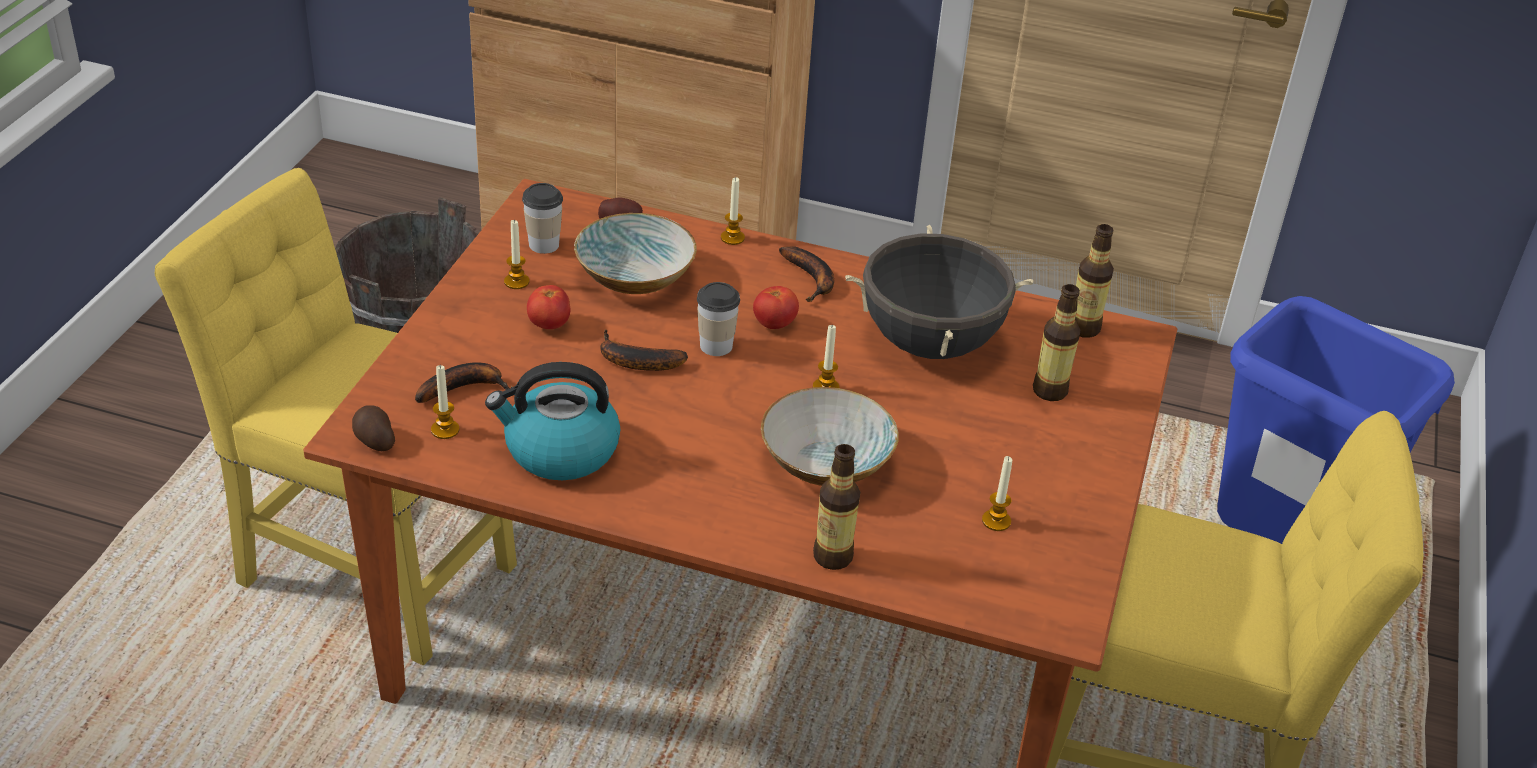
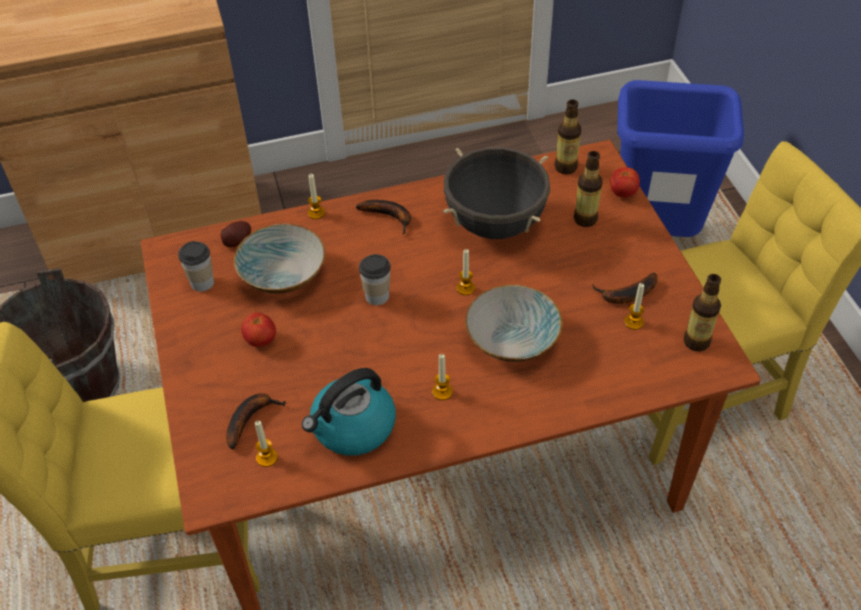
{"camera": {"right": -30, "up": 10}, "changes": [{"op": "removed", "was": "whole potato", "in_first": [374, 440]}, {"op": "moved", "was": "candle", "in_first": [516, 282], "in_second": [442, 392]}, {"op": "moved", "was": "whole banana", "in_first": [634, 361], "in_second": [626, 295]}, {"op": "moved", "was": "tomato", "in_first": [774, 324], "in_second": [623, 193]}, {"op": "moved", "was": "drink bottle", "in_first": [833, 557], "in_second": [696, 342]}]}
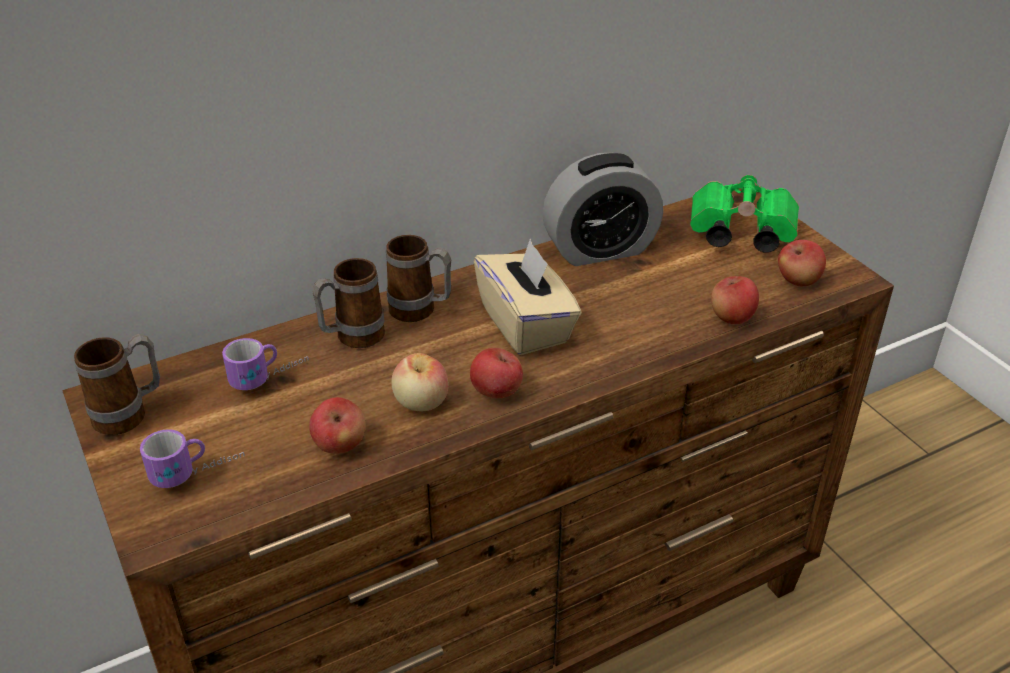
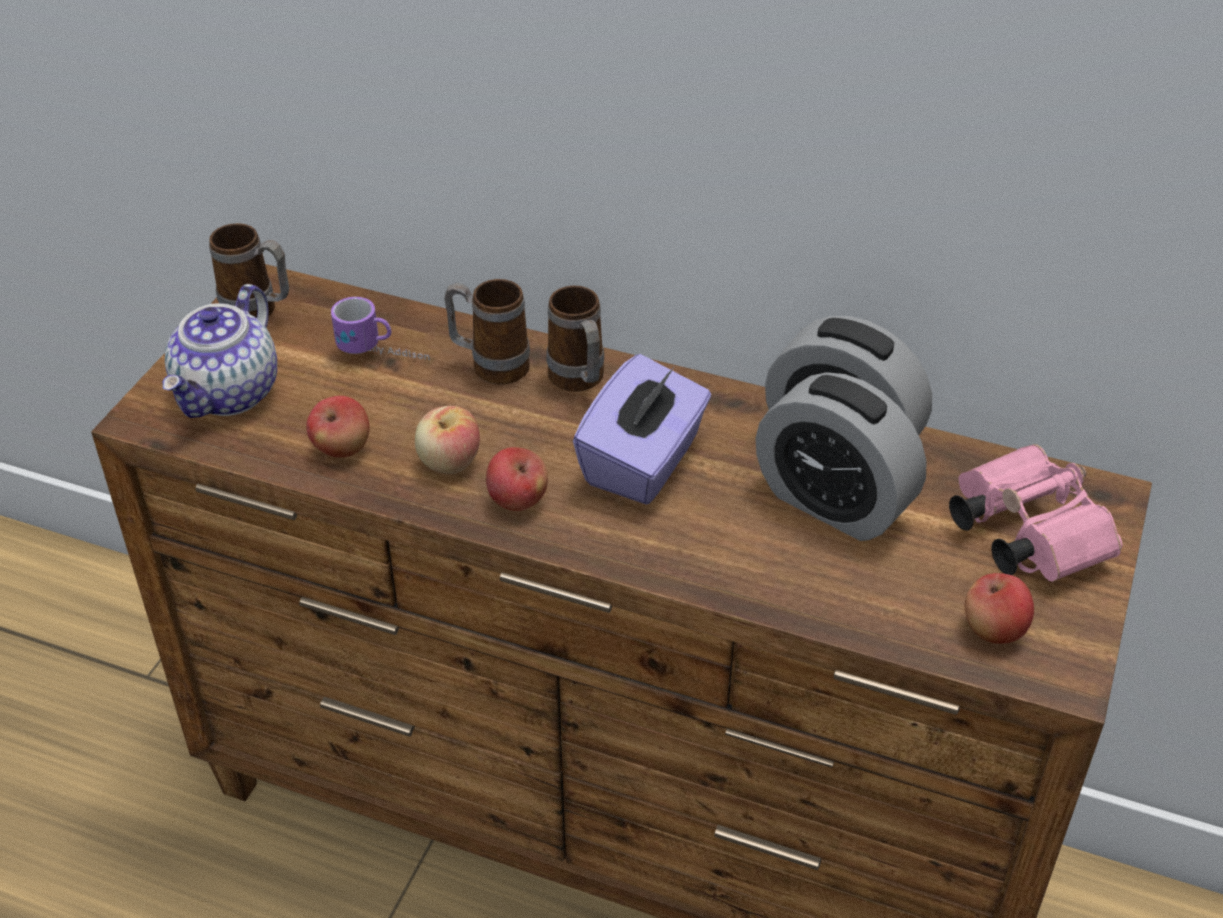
{"camera": {"right": 50, "up": 5}, "changes": [{"op": "replaced", "was": "mug", "now": "teapot", "in_first": [199, 474], "in_second": [229, 394]}, {"op": "recoloured", "was": "beige-coloured tissue box", "now": "purple-coloured tissue box", "in_first": [526, 325], "in_second": [643, 462]}, {"op": "recoloured", "was": "green pair of binoculars", "now": "pink-coloured pair of binoculars", "in_first": [738, 234], "in_second": [1022, 533]}, {"op": "removed", "was": "apple", "in_first": [732, 317]}, {"op": "added", "now": "alarm clock", "in_second": [833, 503]}]}
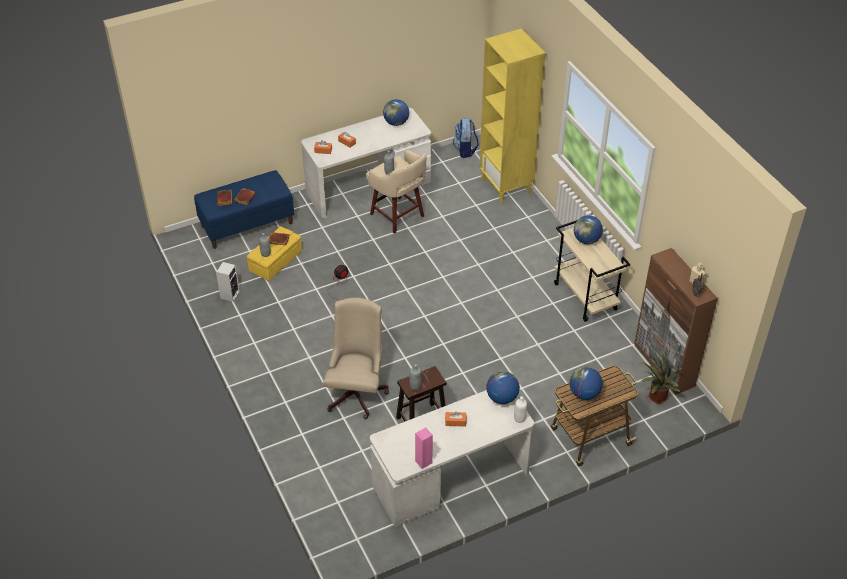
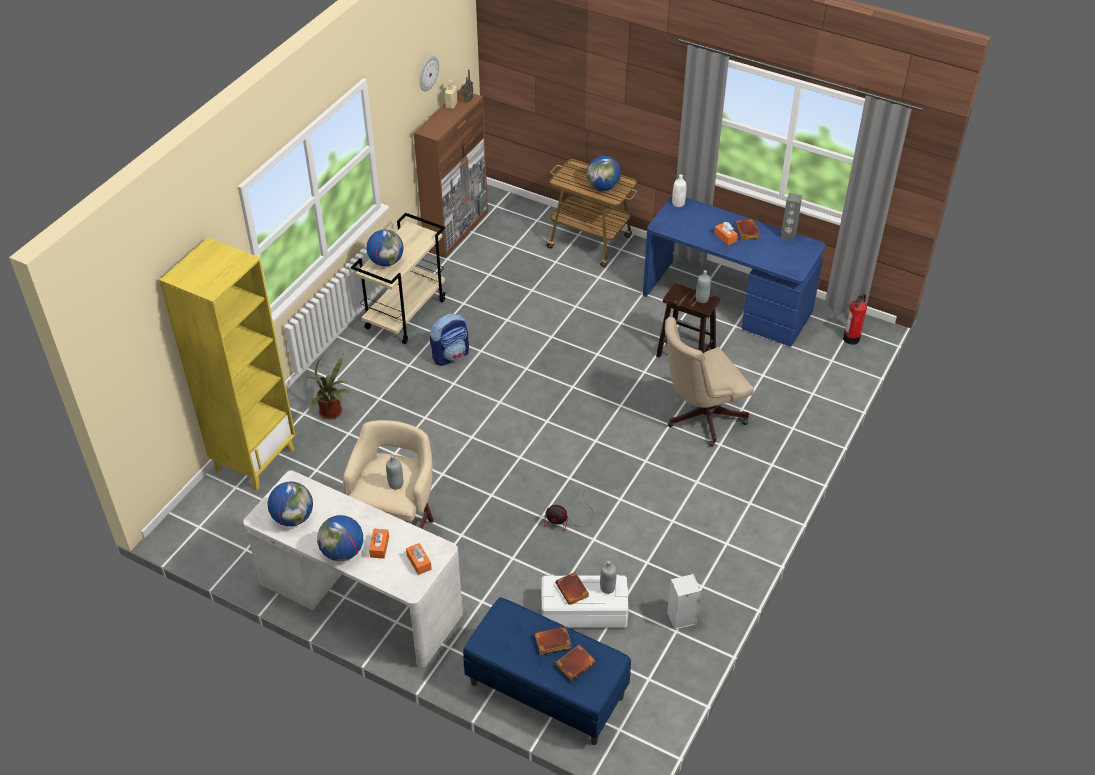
{"camera": {"right": -125, "up": 0}, "changes": [{"op": "recoloured", "was": "yellow storage box", "now": "white-coloured storage box", "in_first": [275, 260], "in_second": [583, 612]}, {"op": "recoloured", "was": "white-coloured desk table", "now": "bluish desk table", "in_first": [451, 479], "in_second": [727, 302]}, {"op": "recoloured", "was": "pink-coloured audio speaker", "now": "greyish audio speaker", "in_first": [423, 462], "in_second": [788, 236]}, {"op": "moved", "was": "backpack", "in_first": [465, 150], "in_second": [451, 355]}, {"op": "moved", "was": "desk globe", "in_first": [502, 398], "in_second": [342, 552]}, {"op": "moved", "was": "potted plant", "in_first": [656, 398], "in_second": [333, 413]}, {"op": "added", "now": "hanging clock", "in_second": [428, 73]}, {"op": "added", "now": "brown-coloured bound book", "in_second": [746, 231]}, {"op": "added", "now": "extinguisher", "in_second": [851, 338]}]}
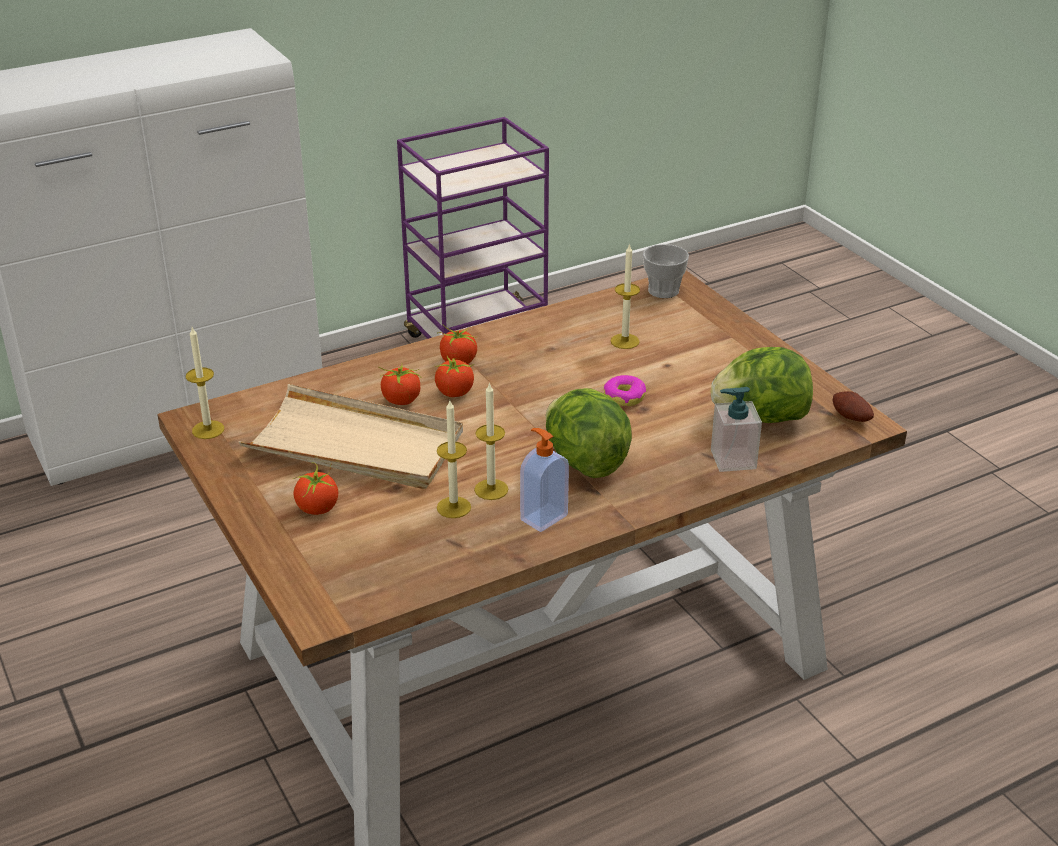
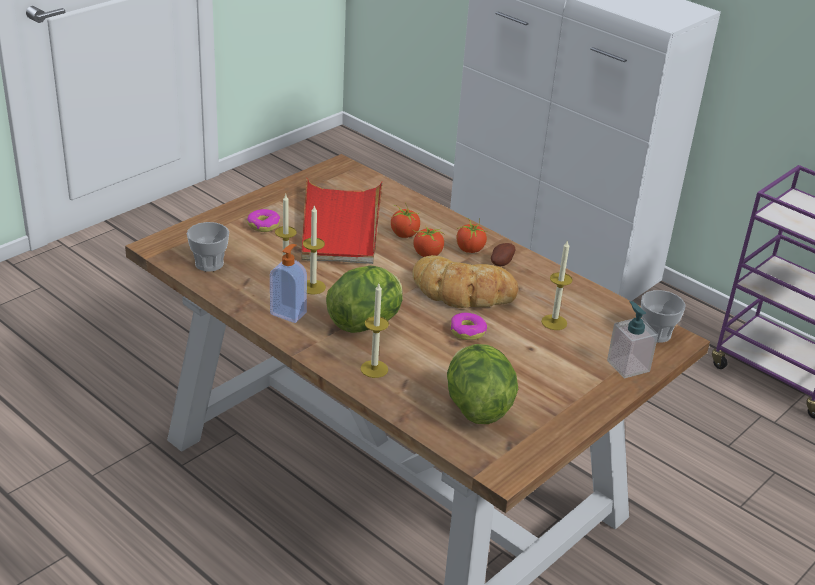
{"camera": {"right": 70, "up": 0}, "changes": [{"op": "moved", "was": "candle", "in_first": [208, 430], "in_second": [374, 369]}, {"op": "recoloured", "was": "beige-coloured serving tray", "now": "red-coloured serving tray", "in_first": [355, 445], "in_second": [340, 226]}, {"op": "replaced", "was": "tomato", "now": "doughnut", "in_first": [317, 508], "in_second": [264, 225]}, {"op": "moved", "was": "liquid soap bottle", "in_first": [733, 459], "in_second": [628, 366]}, {"op": "moved", "was": "whole potato", "in_first": [850, 418], "in_second": [501, 262]}, {"op": "added", "now": "small cup", "in_second": [209, 264]}, {"op": "added", "now": "baked bread", "in_second": [462, 291]}]}
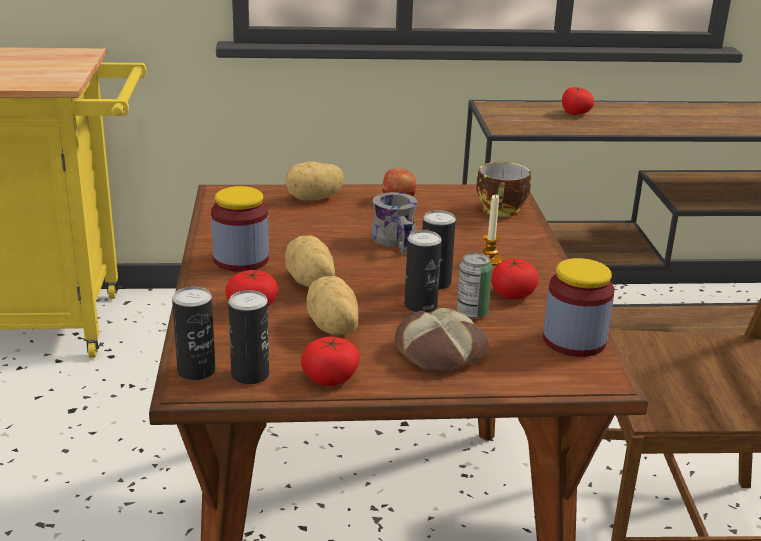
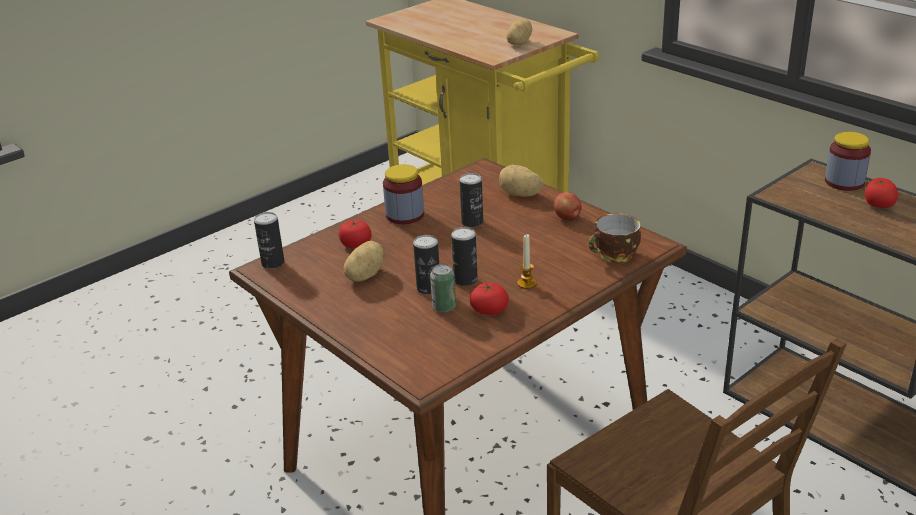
{"camera": {"right": 55, "up": 5}, "changes": [{"op": "moved", "was": "sealed can", "in_first": [250, 375], "in_second": [472, 222]}, {"op": "moved", "was": "whole potato", "in_first": [309, 283], "in_second": [518, 43]}, {"op": "removed", "was": "tomato", "in_first": [330, 378]}, {"op": "removed", "was": "greyish mug", "in_first": [399, 241]}, {"op": "removed", "was": "baked bread", "in_first": [441, 352]}, {"op": "moved", "was": "preserve jar", "in_first": [574, 341], "in_second": [844, 182]}]}
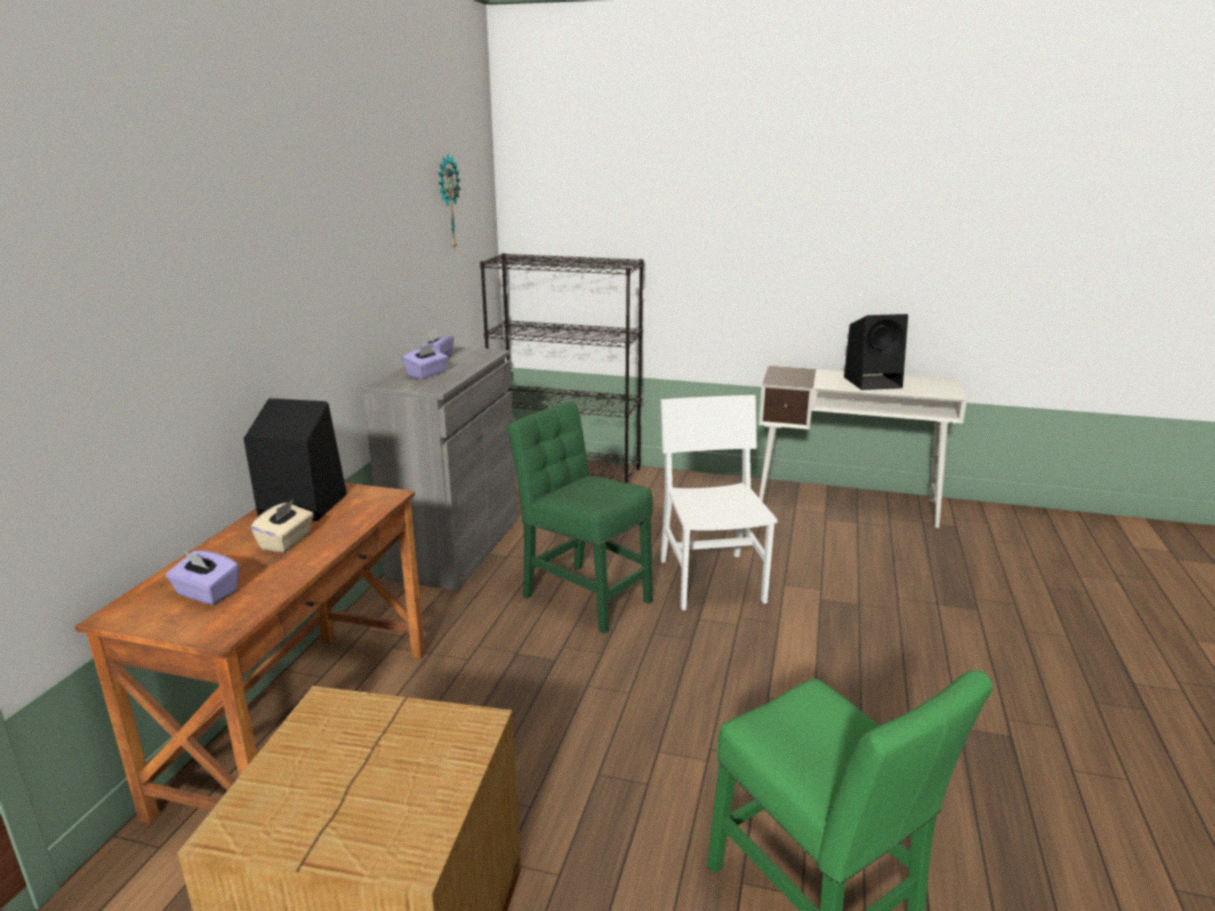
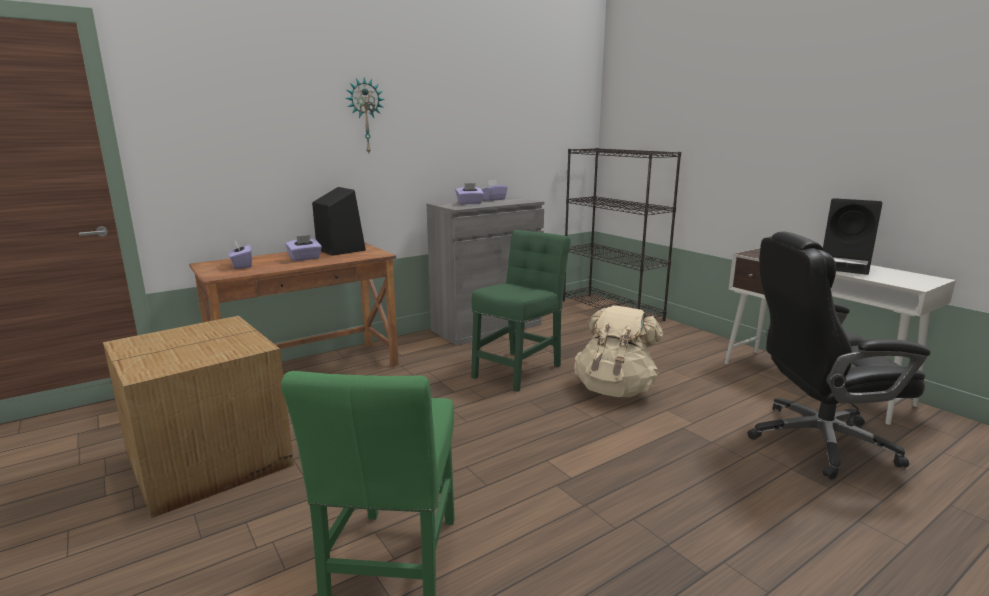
{"camera": {"right": 40, "up": -5}, "changes": [{"op": "recoloured", "was": "beige-coloured tissue box", "now": "purple-coloured tissue box", "in_first": [286, 541], "in_second": [305, 258]}, {"op": "moved", "was": "hanging clock", "in_first": [447, 202], "in_second": [365, 116]}, {"op": "turned", "was": "green chair", "in_first": [583, 595], "in_second": [519, 369], "clockwise": 45}, {"op": "replaced", "was": "white-coloured chair", "now": "beige-coloured backpack", "in_first": [711, 580], "in_second": [615, 389]}, {"op": "added", "now": "blackish desk chair", "in_second": [816, 441]}]}
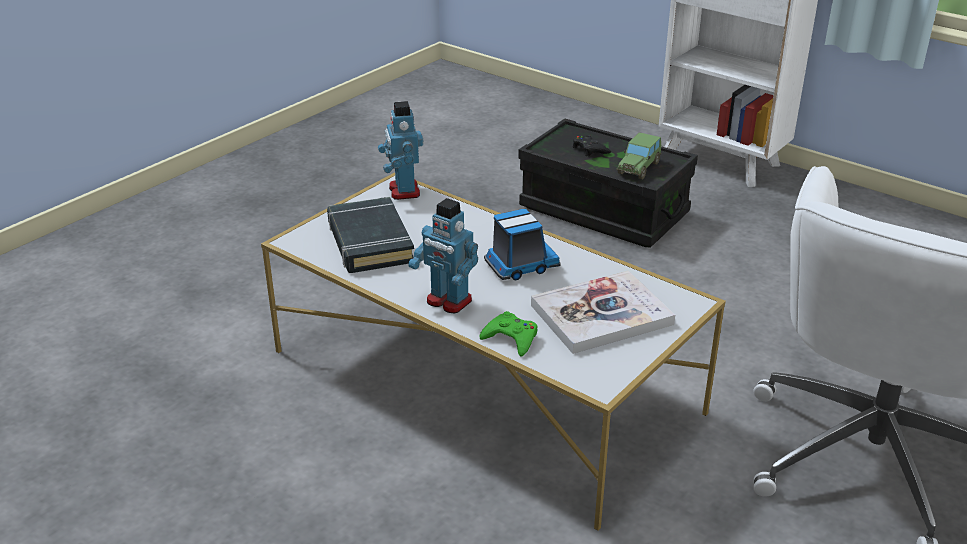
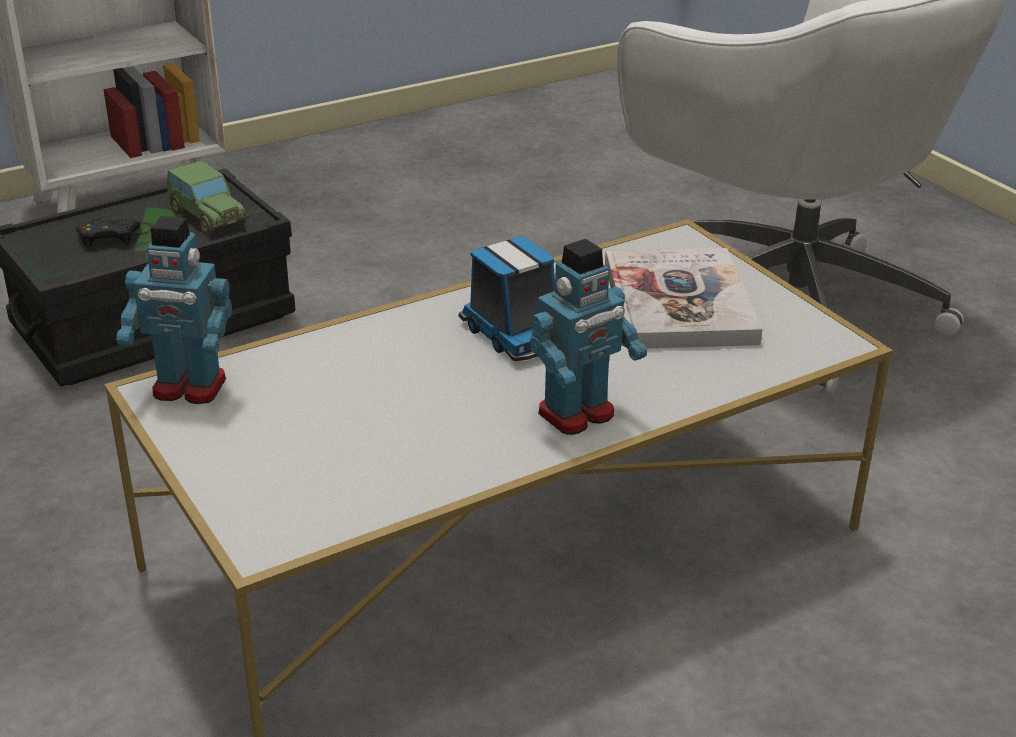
{"camera": {"right": -70, "up": 0}, "changes": [{"op": "removed", "was": "blackish bound book", "in_first": [369, 242]}, {"op": "removed", "was": "green game controller", "in_first": [511, 338]}, {"op": "turned", "was": "toy truck", "in_first": [520, 265], "in_second": [515, 333], "clockwise": 150}]}
